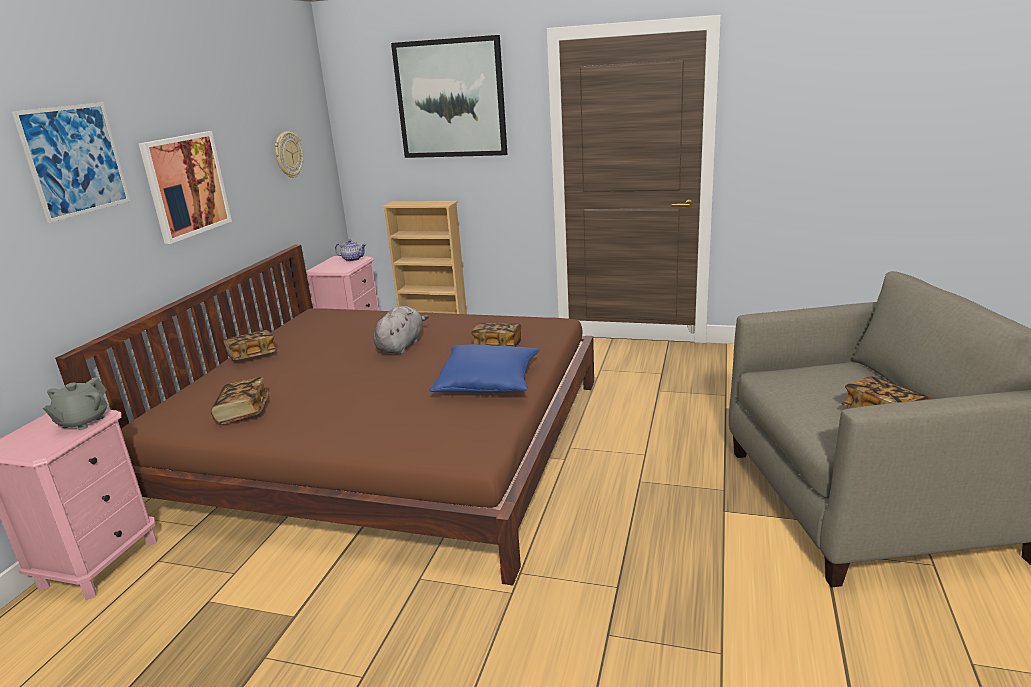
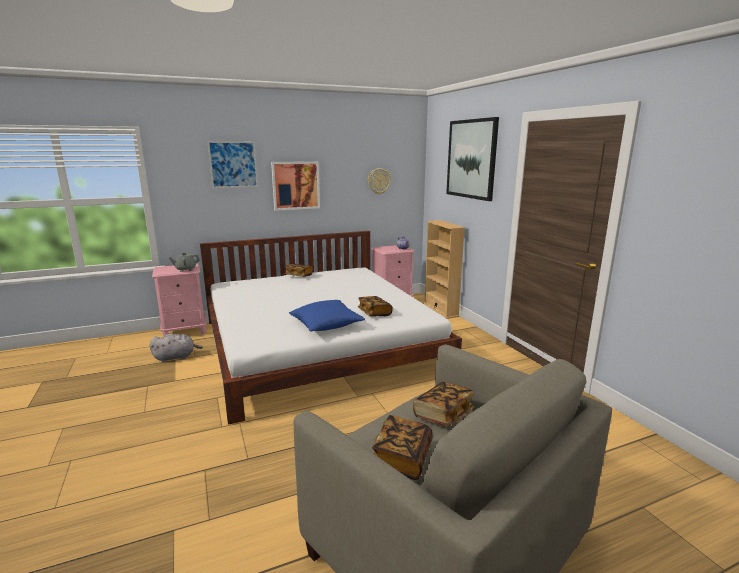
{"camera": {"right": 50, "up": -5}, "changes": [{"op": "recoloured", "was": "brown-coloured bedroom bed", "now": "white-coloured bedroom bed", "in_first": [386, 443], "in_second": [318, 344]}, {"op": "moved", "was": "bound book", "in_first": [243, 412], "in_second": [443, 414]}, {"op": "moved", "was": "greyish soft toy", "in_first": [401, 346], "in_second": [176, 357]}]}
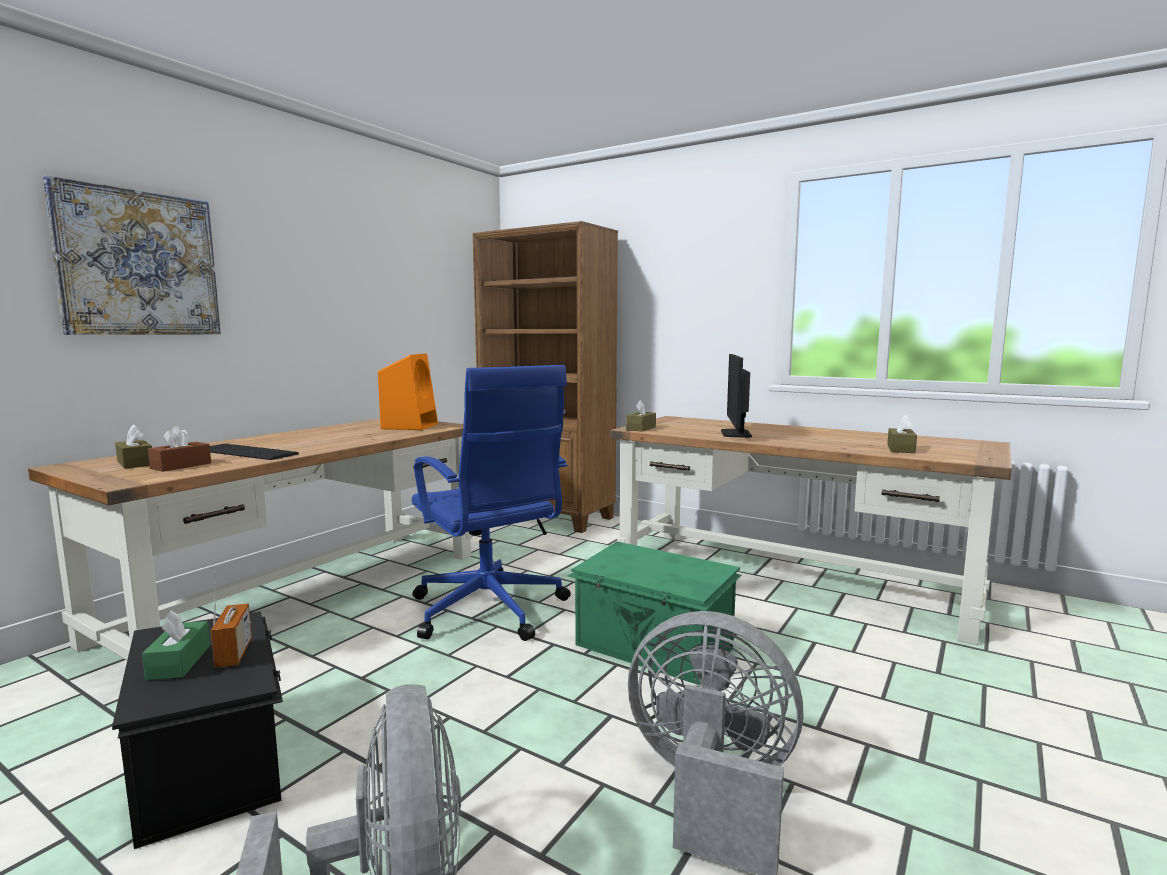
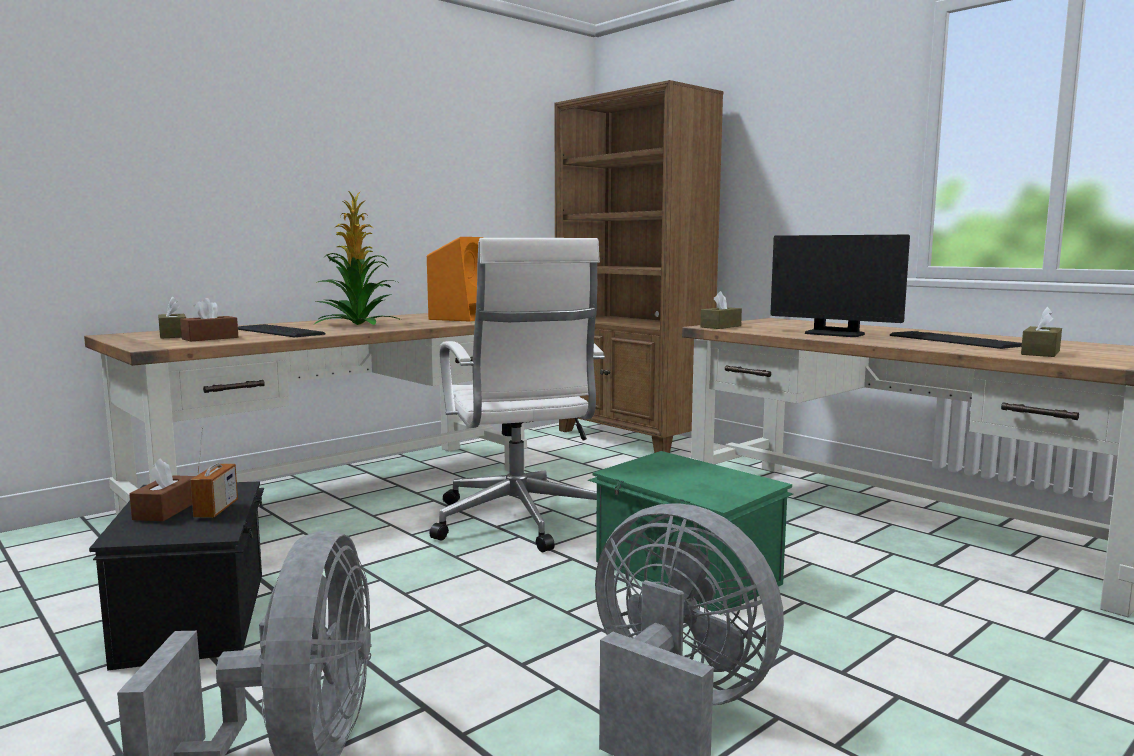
{"camera": {"right": 15, "up": 0}, "changes": [{"op": "removed", "was": "wall picture", "in_first": [139, 263]}, {"op": "recoloured", "was": "green tissue box", "now": "brown-coloured tissue box", "in_first": [179, 662], "in_second": [166, 510]}, {"op": "recoloured", "was": "bluish desk chair", "now": "white-coloured desk chair", "in_first": [489, 611], "in_second": [518, 522]}, {"op": "turned", "was": "computer display", "in_first": [736, 433], "in_second": [834, 334], "clockwise": -75}, {"op": "added", "now": "potted plant", "in_second": [358, 324]}, {"op": "added", "now": "PC keyboard", "in_second": [953, 340]}]}
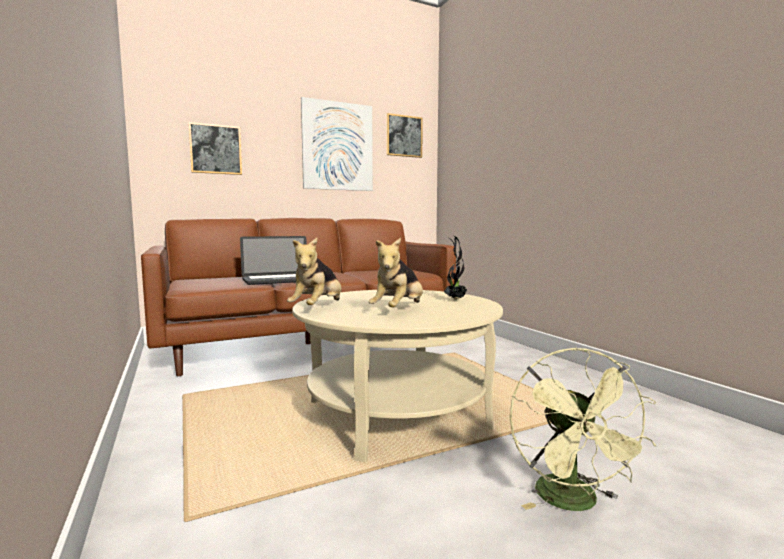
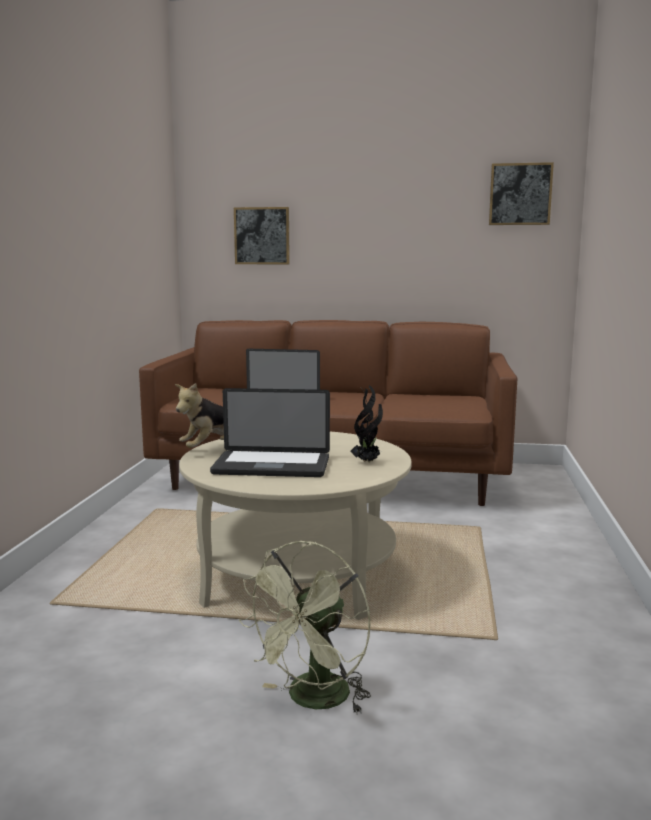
{"camera": {"right": 35, "up": 5}, "changes": [{"op": "removed", "was": "wall picture", "in_first": [338, 146]}, {"op": "replaced", "was": "soft toy", "now": "portable computer", "in_first": [398, 310], "in_second": [271, 466]}]}
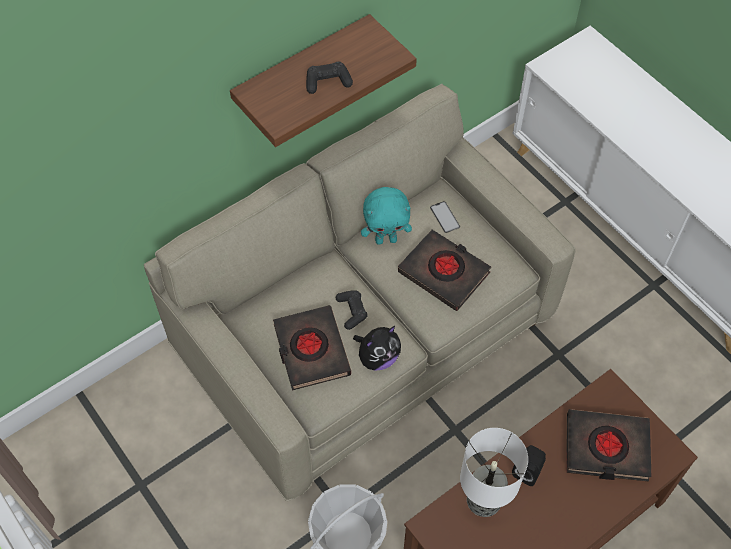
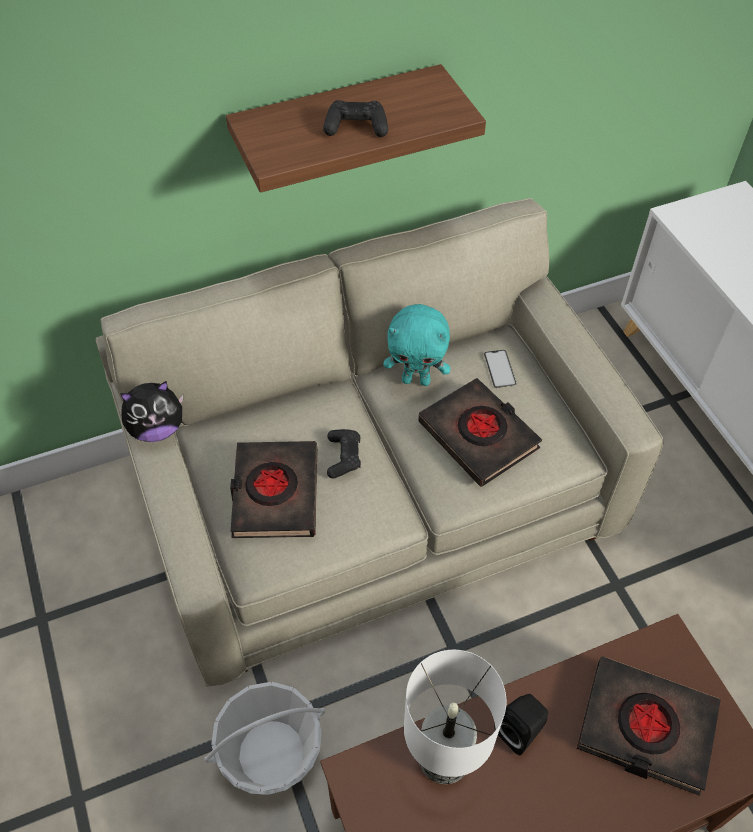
{"camera": {"right": 15, "up": -5}, "changes": [{"op": "moved", "was": "soft toy", "in_first": [378, 357], "in_second": [157, 429]}]}
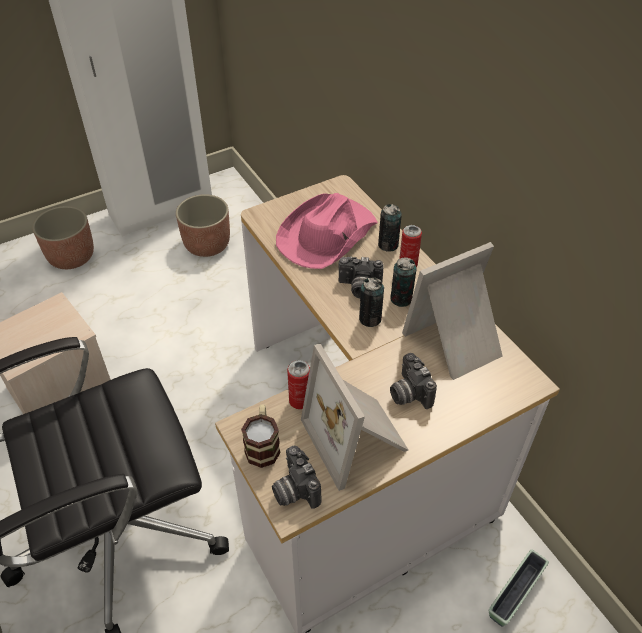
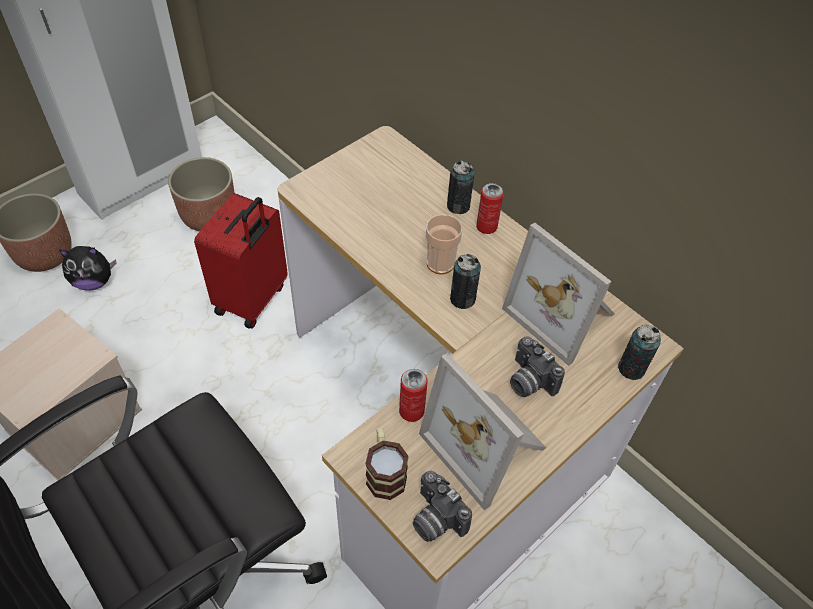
{"camera": {"right": -15, "up": 5}, "changes": [{"op": "removed", "was": "pink-coloured hat", "in_first": [326, 235]}, {"op": "replaced", "was": "photo camera", "now": "small cup", "in_first": [359, 288], "in_second": [440, 263]}, {"op": "moved", "was": "sealed can", "in_first": [401, 299], "in_second": [631, 368]}, {"op": "turned", "was": "photo frame", "in_first": [456, 343], "in_second": [563, 313], "clockwise": -90}, {"op": "removed", "was": "planter", "in_first": [515, 593]}, {"op": "added", "now": "soft toy", "in_second": [94, 281]}, {"op": "added", "now": "red-coloured suitcase", "in_second": [253, 299]}]}
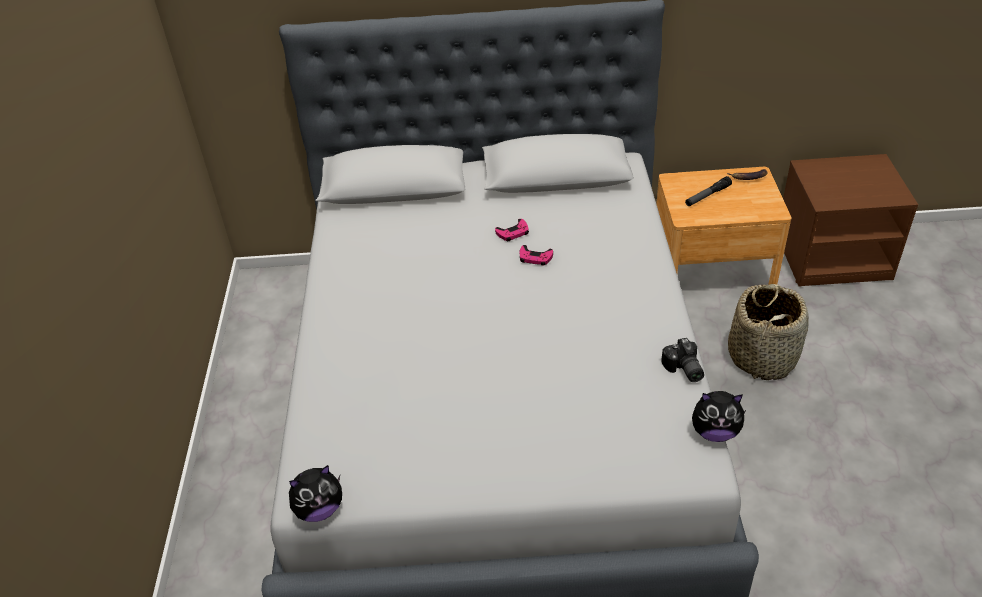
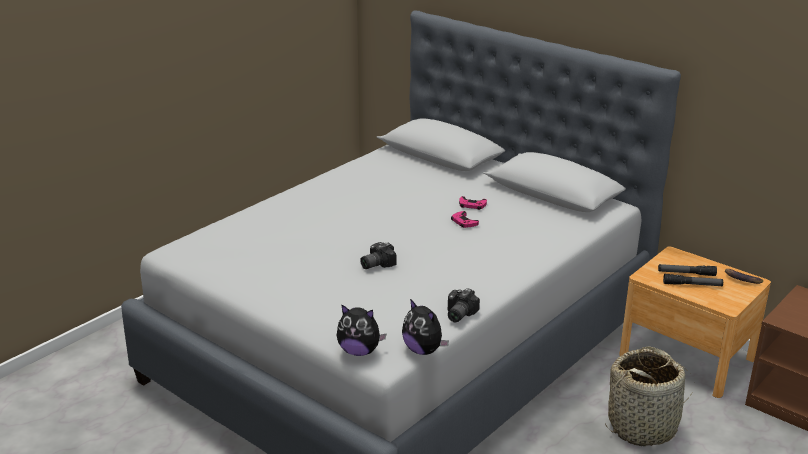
{"camera": {"right": 40, "up": -15}, "changes": [{"op": "moved", "was": "soft toy", "in_first": [319, 509], "in_second": [359, 351]}, {"op": "added", "now": "photo camera", "in_second": [375, 264]}, {"op": "added", "now": "hand torch", "in_second": [692, 285]}]}
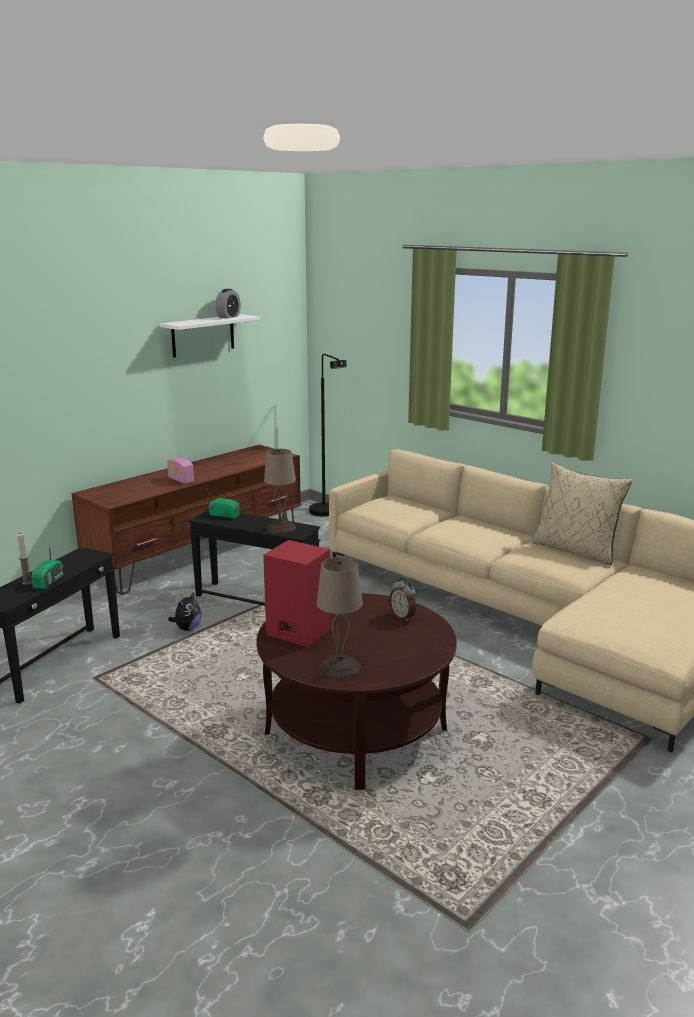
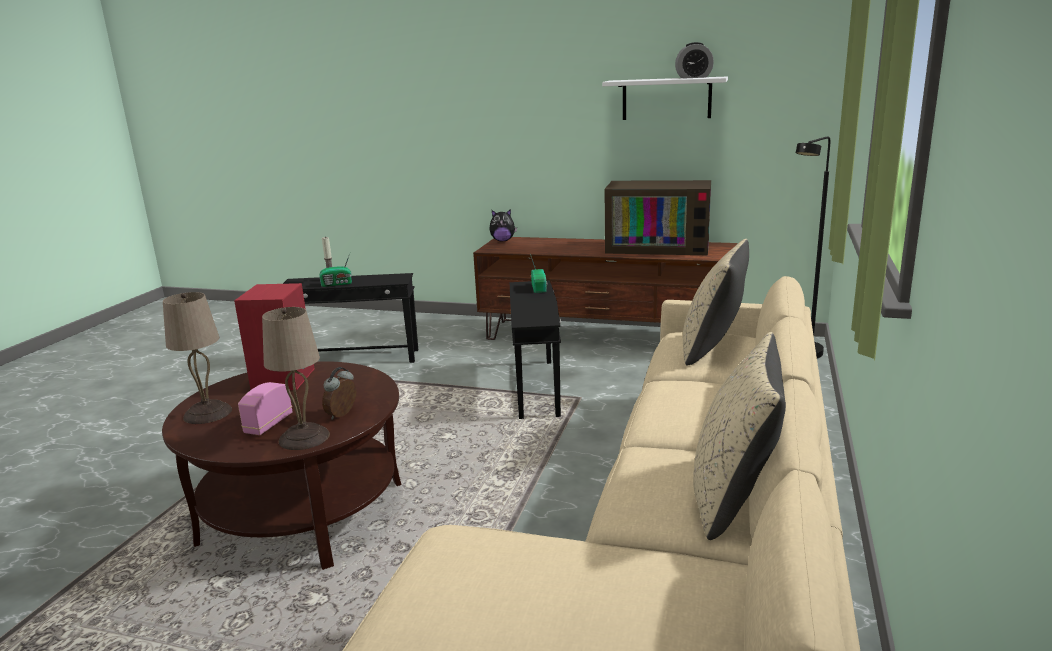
{"camera": {"right": 65, "up": 0}, "changes": [{"op": "moved", "was": "radio set", "in_first": [181, 480], "in_second": [268, 424]}, {"op": "moved", "was": "soft toy", "in_first": [187, 628], "in_second": [503, 240]}, {"op": "moved", "was": "beige-coloured lamp for a table", "in_first": [282, 528], "in_second": [304, 438]}, {"op": "added", "now": "TV set", "in_second": [659, 247]}, {"op": "added", "now": "beige-coloured throw pillow", "in_second": [712, 348]}]}
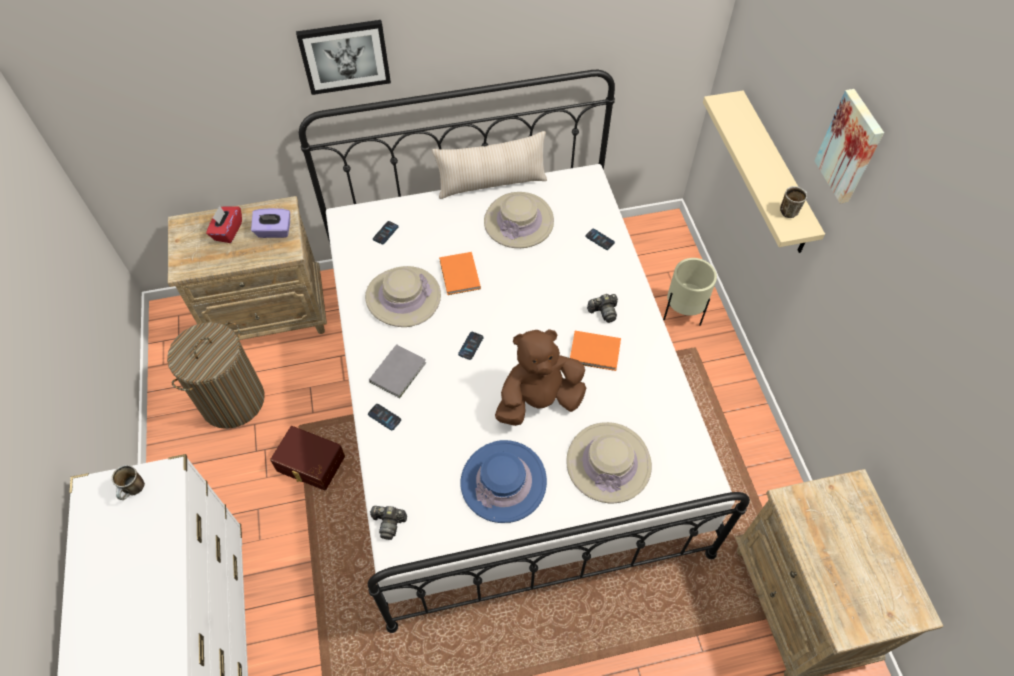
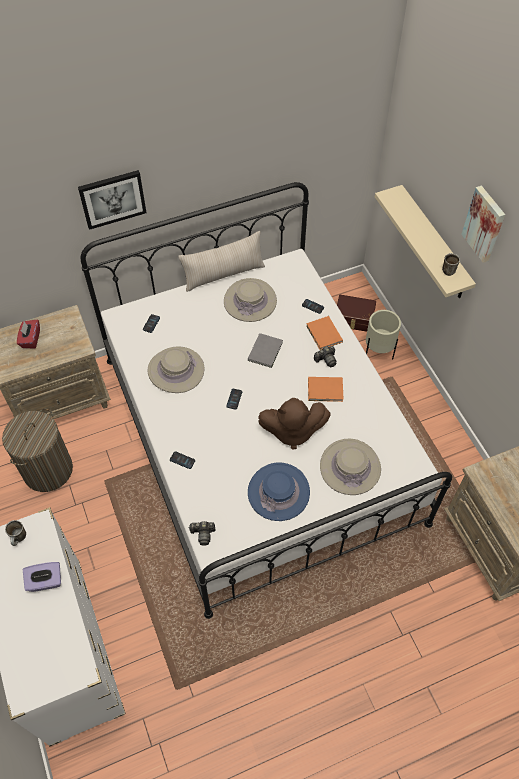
{"camera": {"right": -10, "up": 0}, "changes": [{"op": "moved", "was": "purple-coloured tissue box", "in_first": [274, 231], "in_second": [45, 581]}, {"op": "moved", "was": "brown-coloured storage box", "in_first": [310, 465], "in_second": [353, 319]}, {"op": "moved", "was": "greyish bound book", "in_first": [399, 371], "in_second": [266, 351]}, {"op": "moved", "was": "orange-coloured bound book", "in_first": [459, 276], "in_second": [324, 335]}, {"op": "turned", "was": "brown-coloured soft toy", "in_first": [539, 401], "in_second": [292, 431], "clockwise": -150}]}
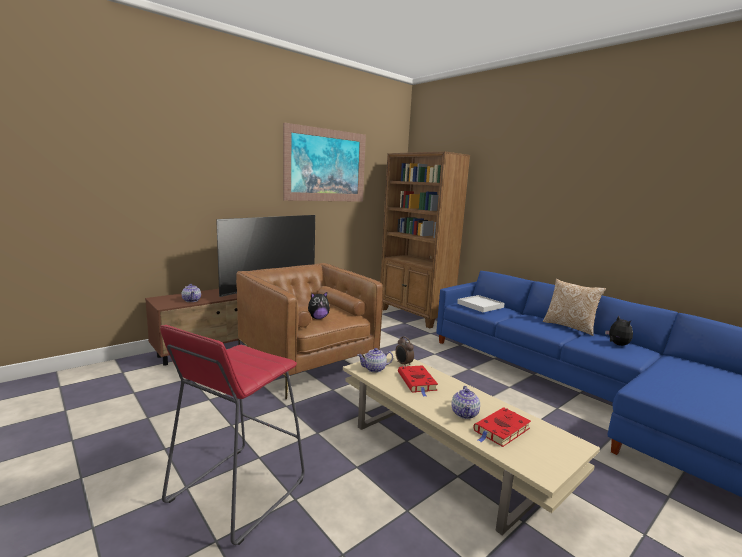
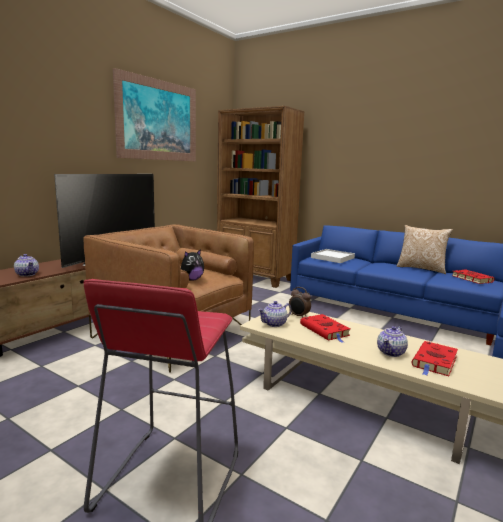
{"camera": {"right": -15, "up": 0}, "changes": [{"op": "turned", "was": "teapot", "in_first": [465, 413], "in_second": [391, 352], "clockwise": 45}, {"op": "replaced", "was": "soft toy", "now": "red-coloured bound book", "in_first": [617, 344], "in_second": [470, 278]}]}
